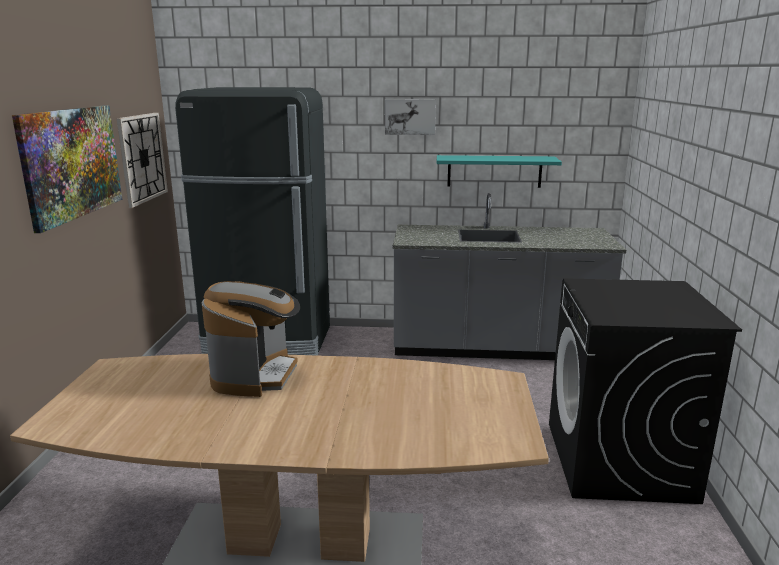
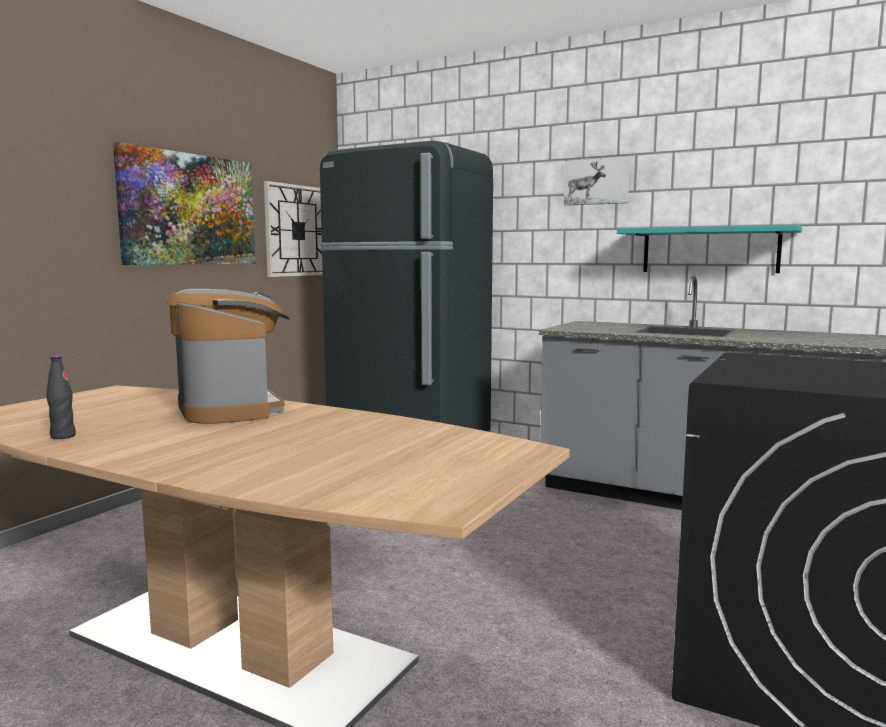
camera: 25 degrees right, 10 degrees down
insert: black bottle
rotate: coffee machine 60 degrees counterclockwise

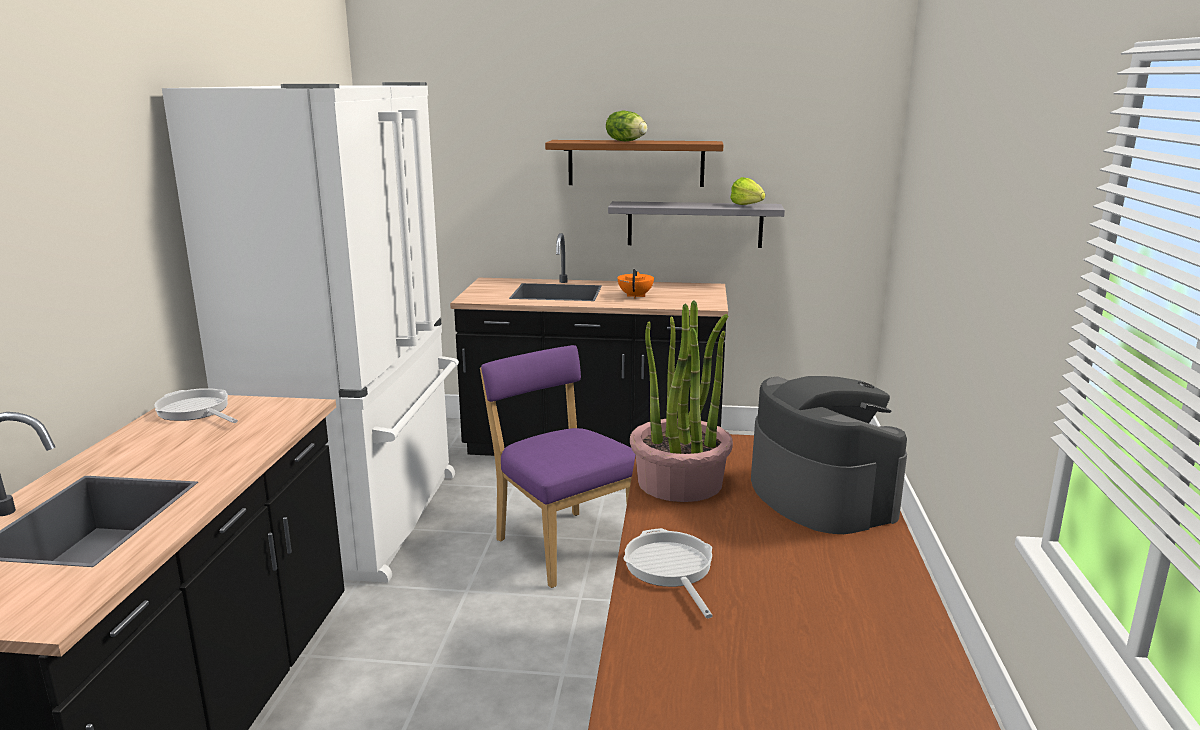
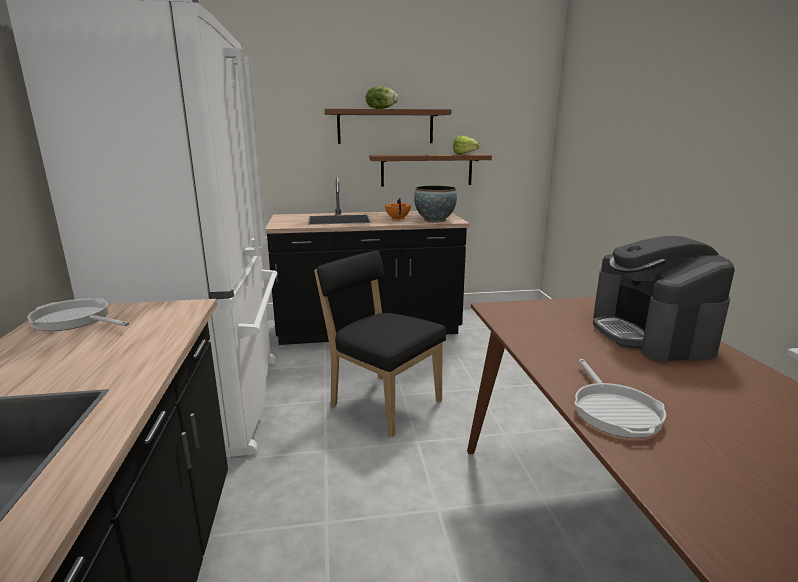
camera: 15 degrees left, 0 degrees up
delete: potted plant
insert: bowl
recolor: purple chair to black chair; grey shelf to brown shelf (2nd from left)
rotate: frying pan (2nd from left) 150 degrees counterclockwise; coffee machine 150 degrees counterclockwise

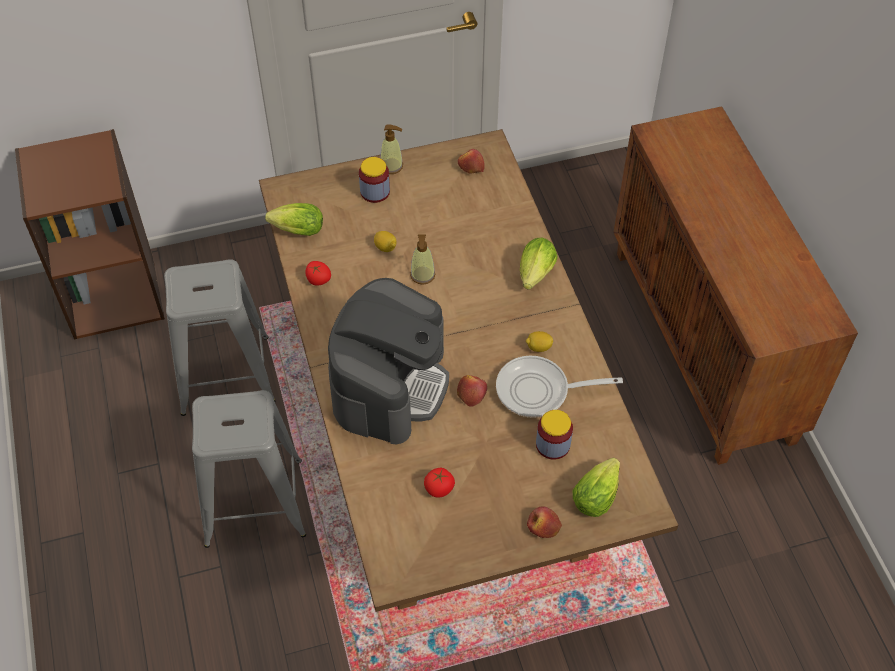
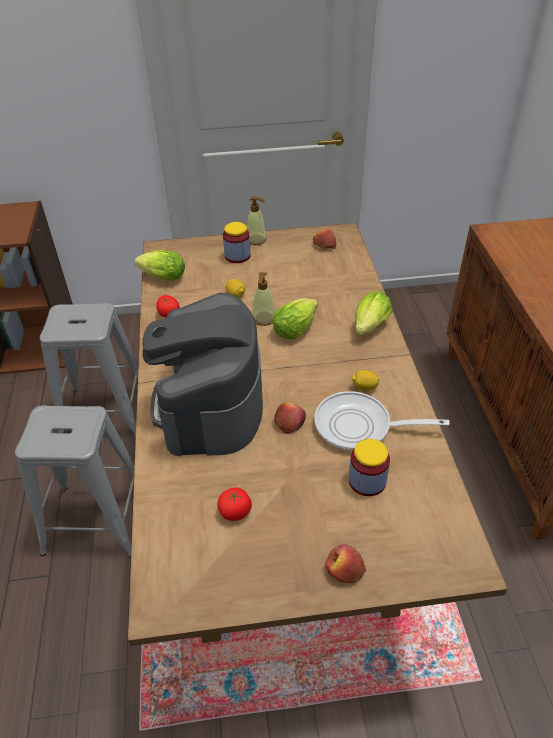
camera: 10 degrees right, 10 degrees down
move: lettuce (3rd from left in the first image) to lettuce (2nd from left)
rotate: coffee machine 150 degrees clockwise

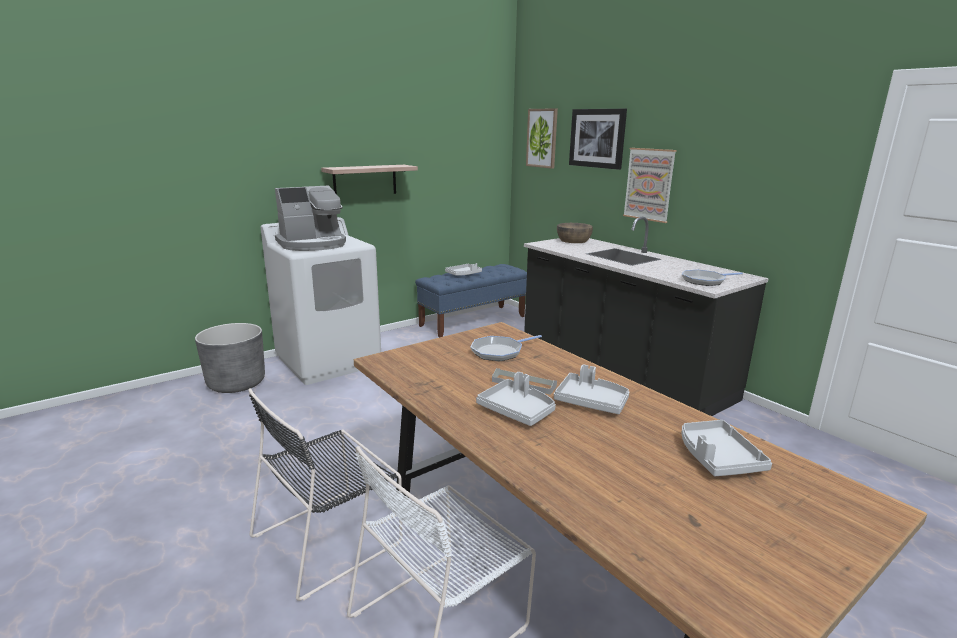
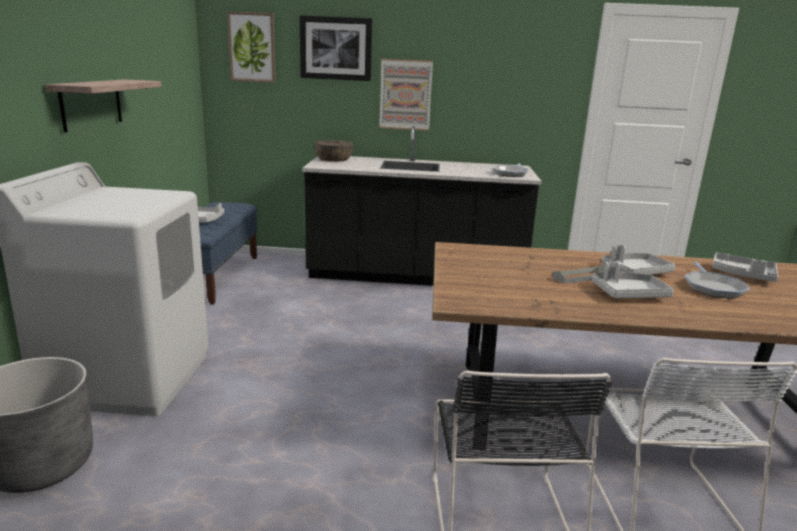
camera: 50 degrees left, 0 degrees up
delete: coffee machine
move: frying pan (1st from left in the first image) to frying pan (2nd from left)

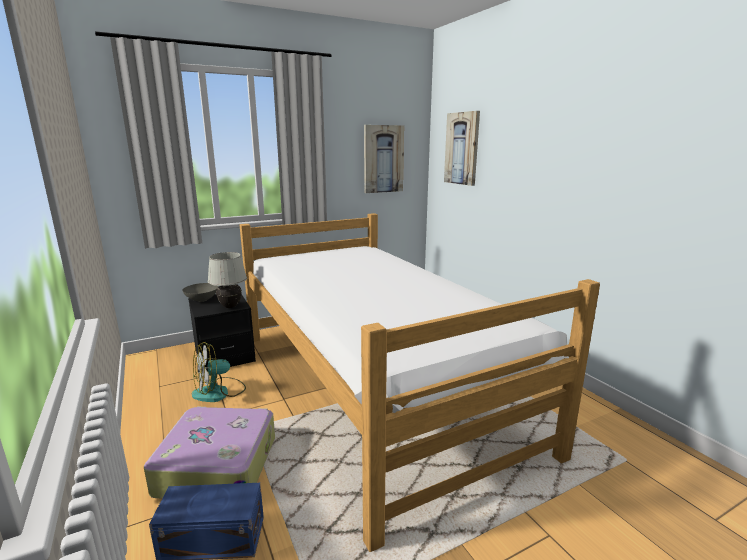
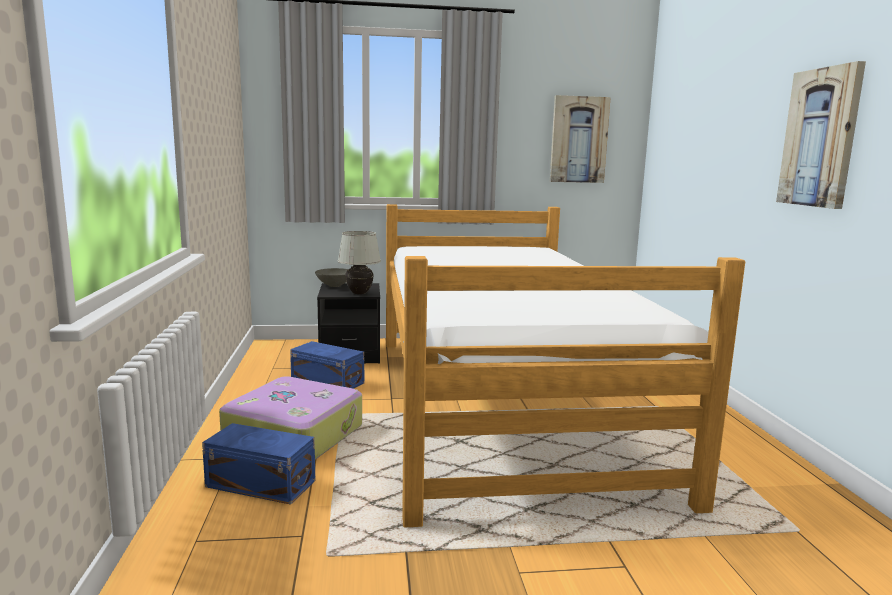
camera: 20 degrees right, 5 degrees down
move: picture (2nd from left)
replace: fan to blue storage box (2nd from left)

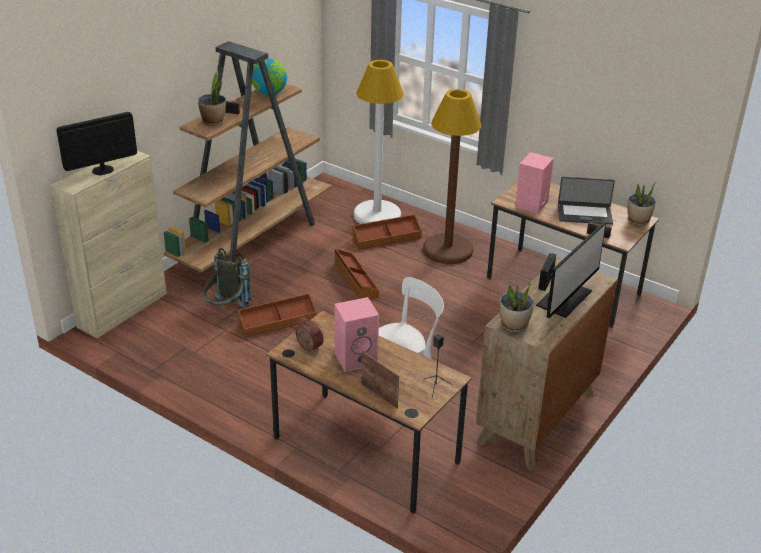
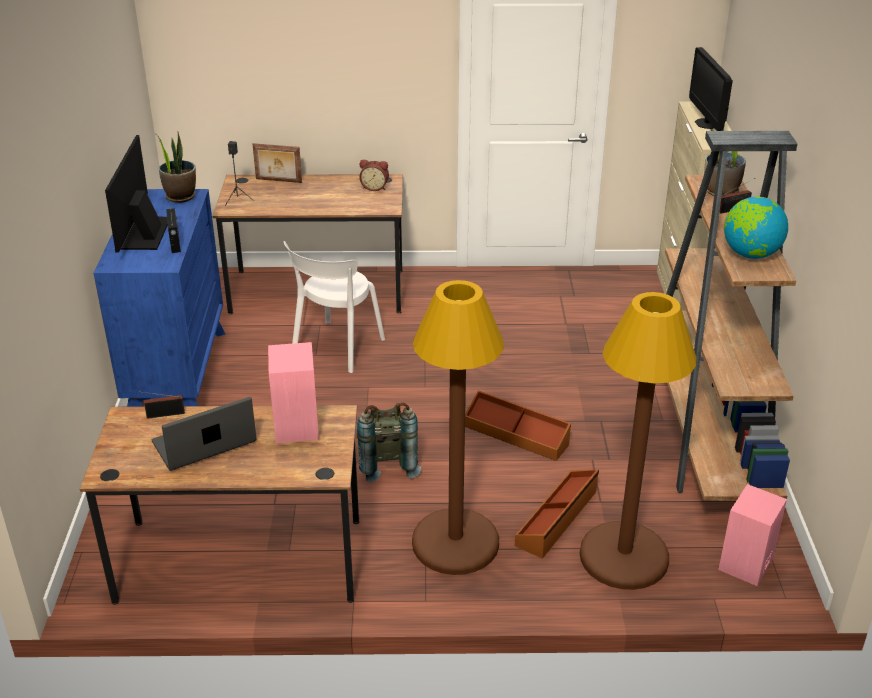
camera: 145 degrees right, 0 degrees up
delete: brown storage box (1st from left); potted plant (3rd from left)
move: grey backpack; pink speaker (1st from left in the first image) to pink speaker (2nd from left)
recolor: white floor lamp to brown floor lamp (2nd from left); brown dresser to blue dresser
rotate: monitor (1st from left in the first image) 150 degrees clockwise

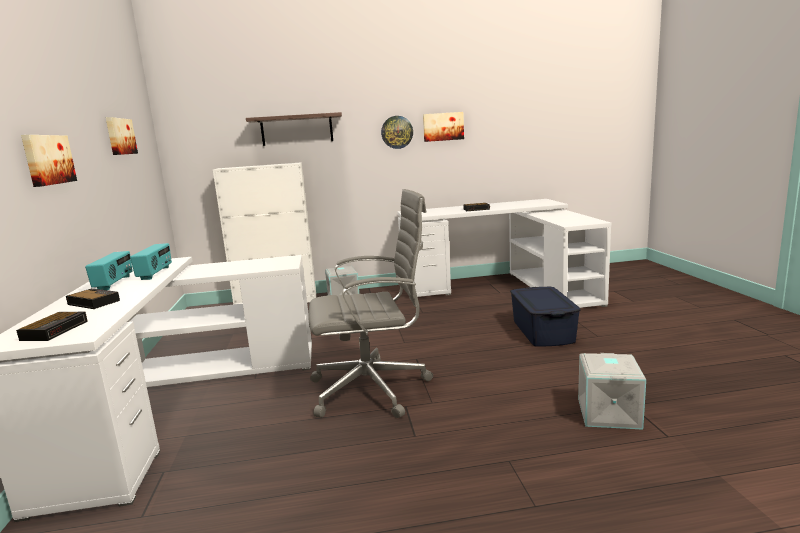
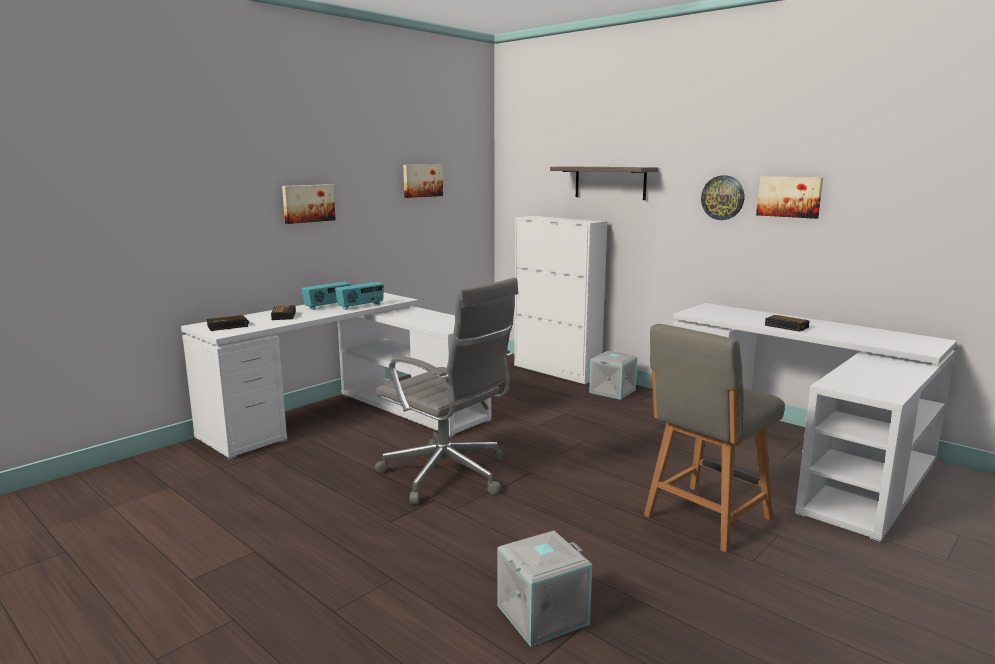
camera: 50 degrees right, 0 degrees up
replace: blue storage box to grey chair

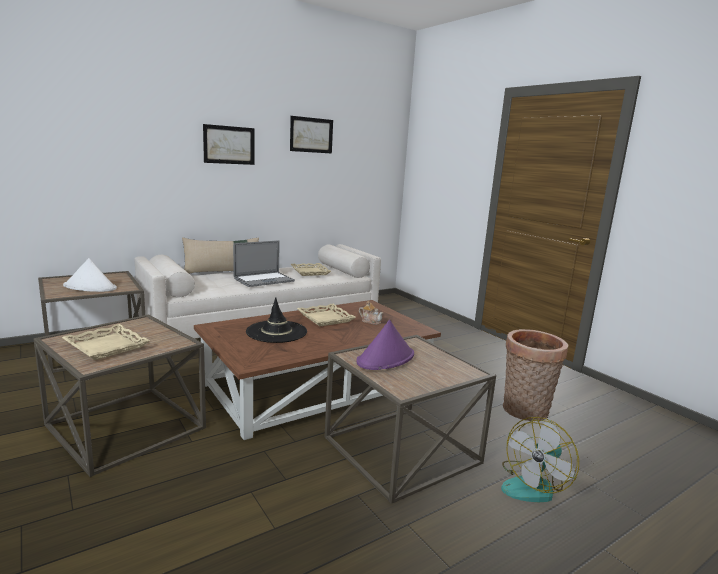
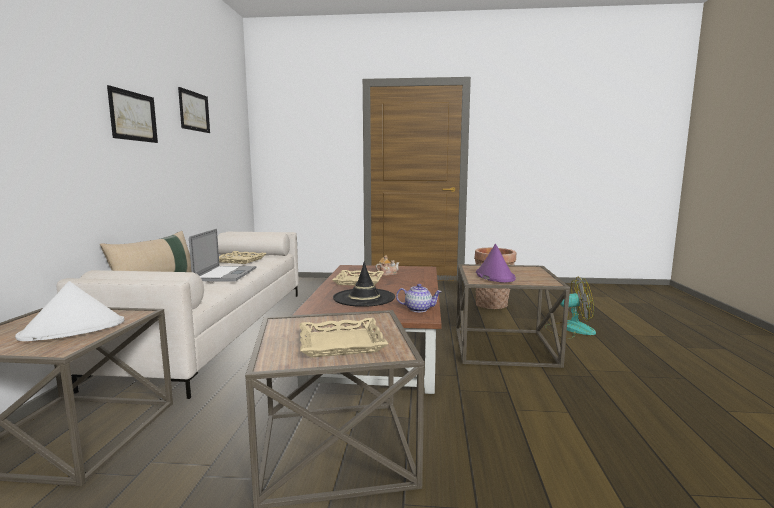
camera: 50 degrees left, 5 degrees down
insert: teapot (2nd from left)
rotate: fan 75 degrees counterclockwise

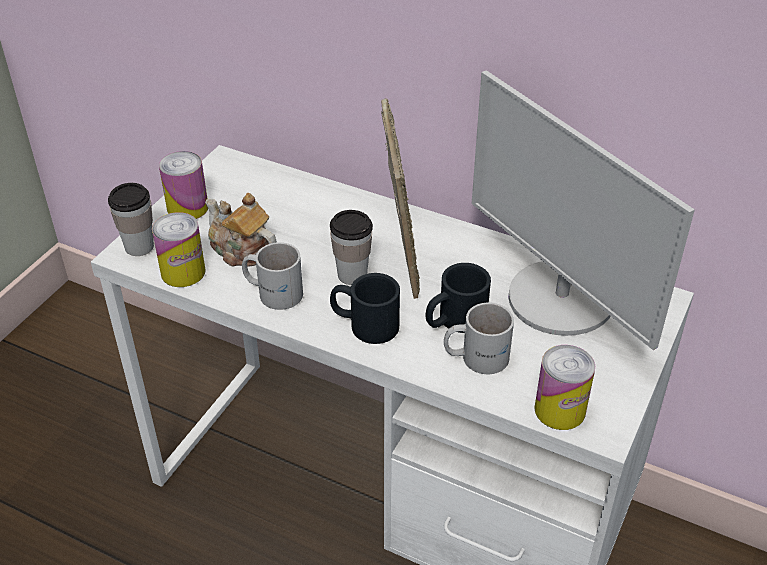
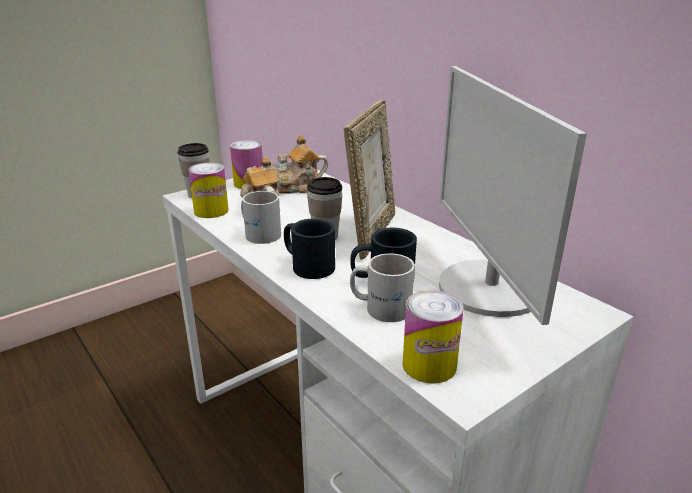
camera: 25 degrees right, 15 degrees down
insert: teapot (2nd from left)

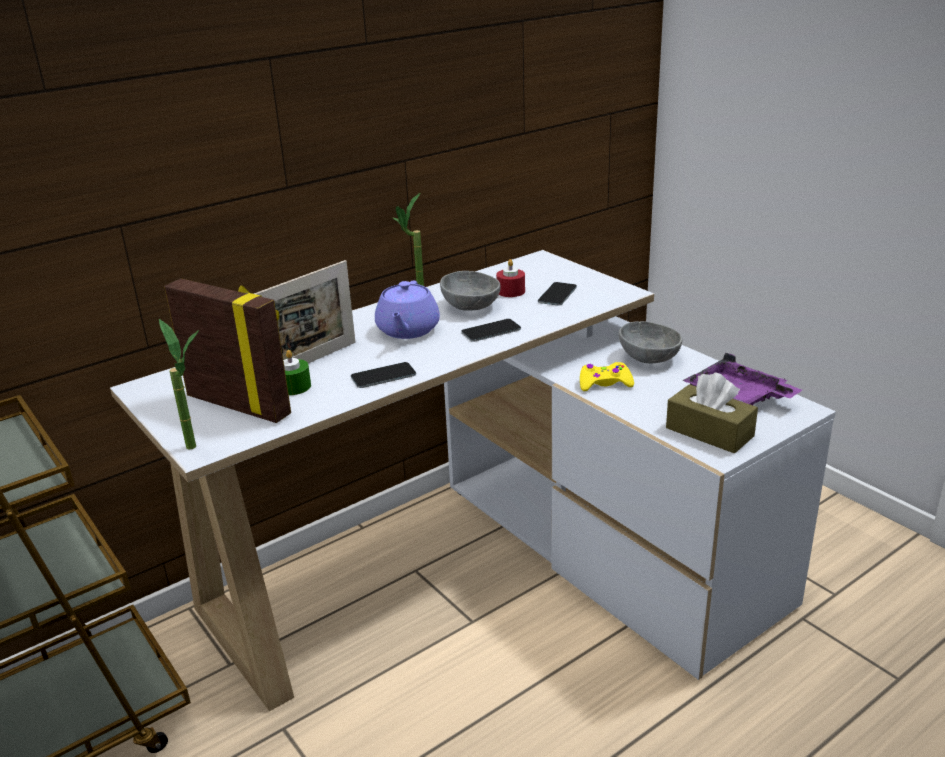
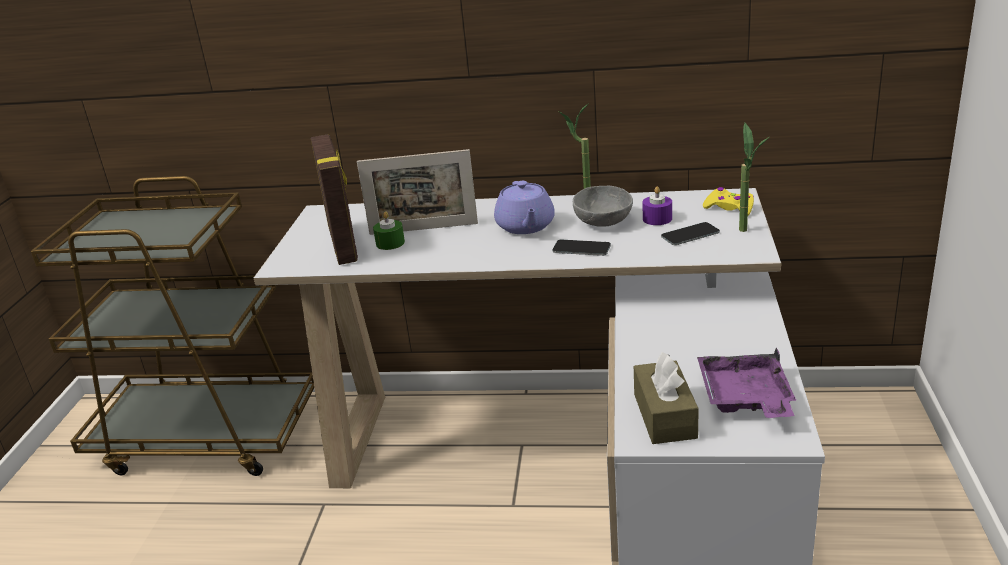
camera: 45 degrees right, 0 degrees up
delete: phone (1st from left); grey bowl (2nd from left)
move: potted plant (1st from left in the first image) to potted plant (2nd from left); yellow game controller
recolor: red candle to purple candle
rotate: purple teapot 60 degrees counterclockwise

